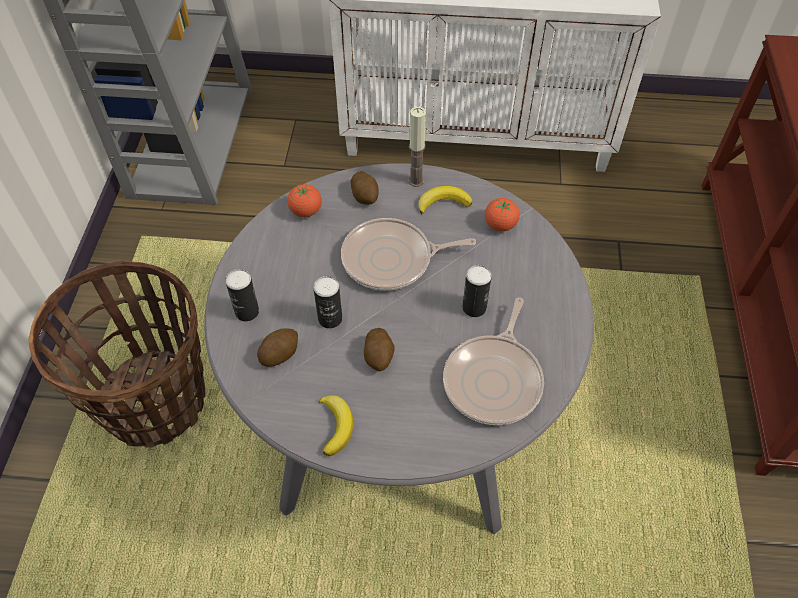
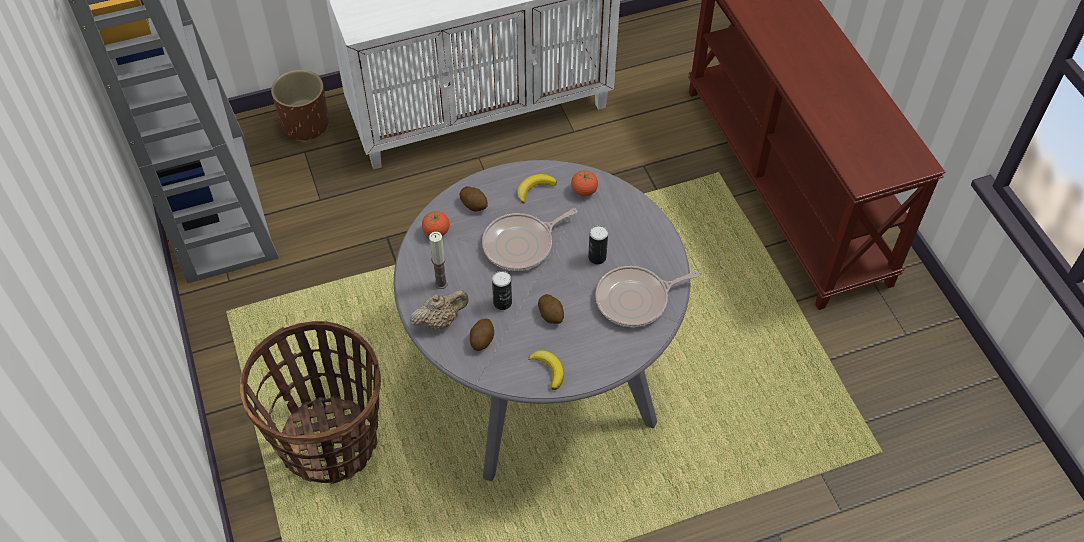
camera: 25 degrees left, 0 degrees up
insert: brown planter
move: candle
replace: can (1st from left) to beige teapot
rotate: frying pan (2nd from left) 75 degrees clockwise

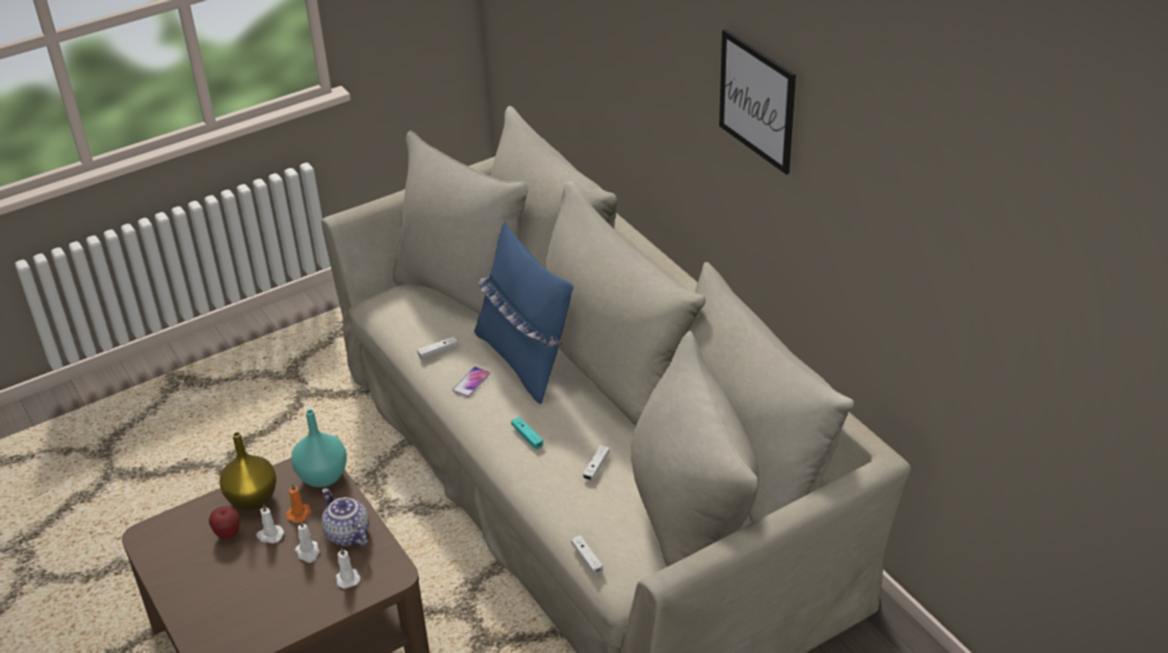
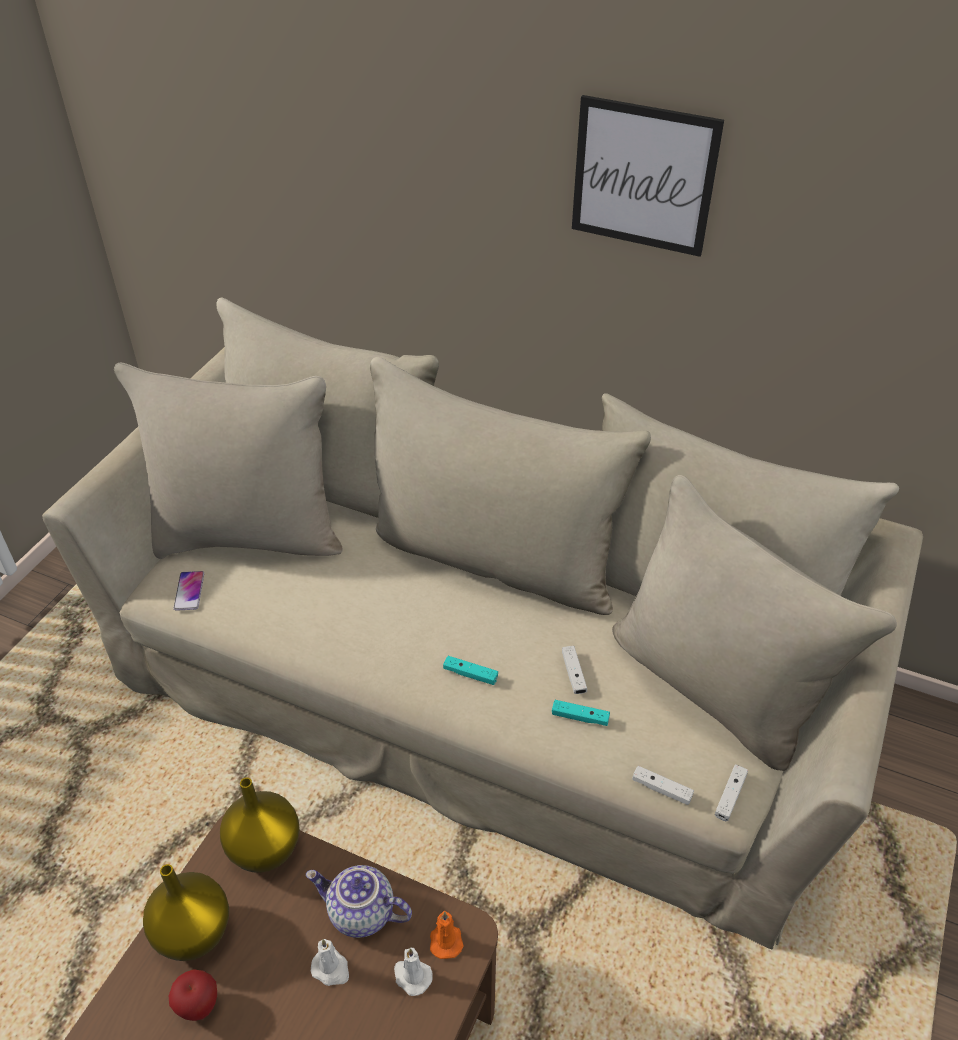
camera: 35 degrees left, 5 degrees up
delete: white candle (1st from left); blue pillow
insert: turquoise game controller (2nd from left)
move: orange candle; white game controller (1st from left in the first image) to white game controller (3rd from left); phone
recolor: turquoise vase to yellow vase (2nd from left)

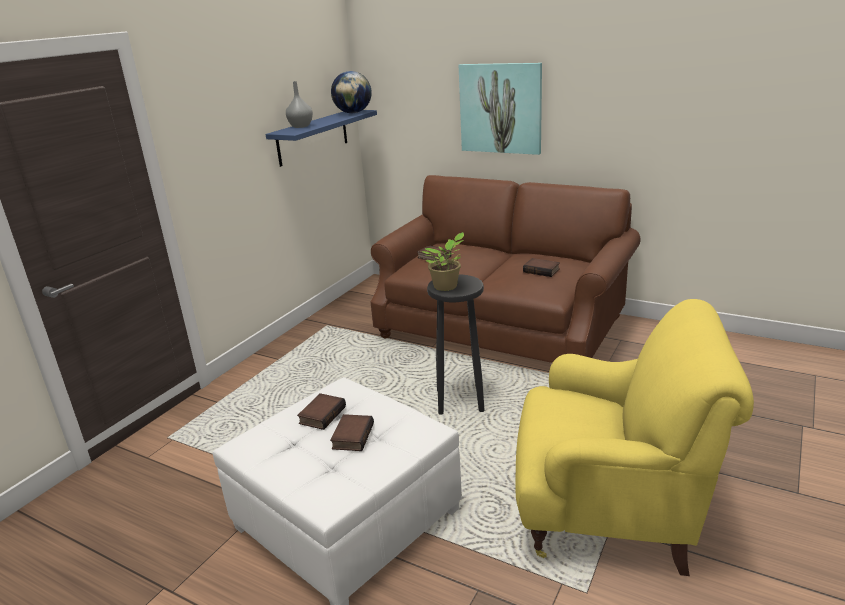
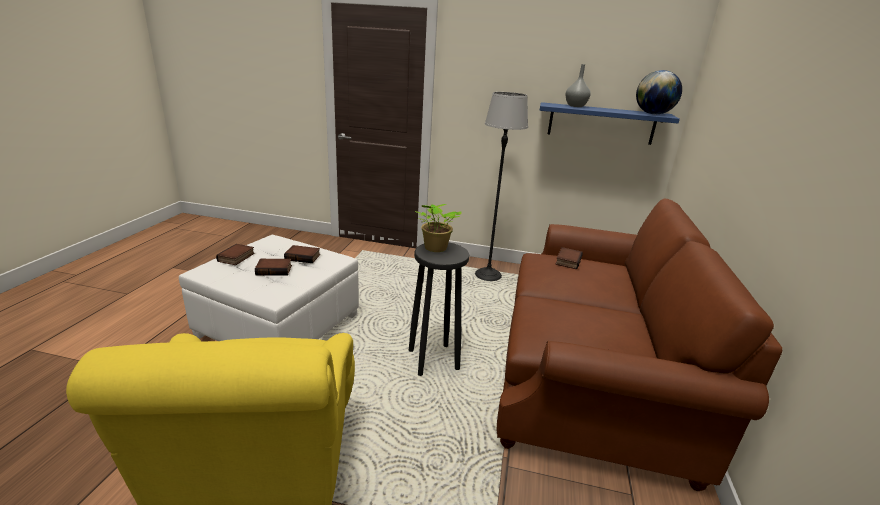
camera: 70 degrees right, 0 degrees up
delete: picture
insert: floor lamp
move: book (4th from left in the first image) to book (1st from left)

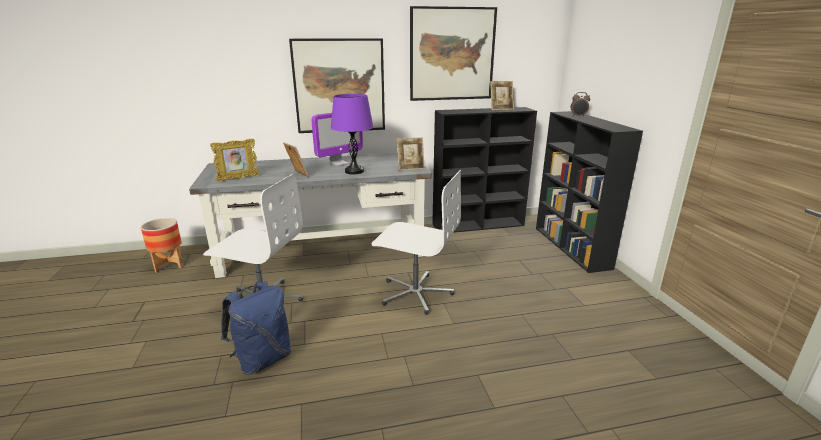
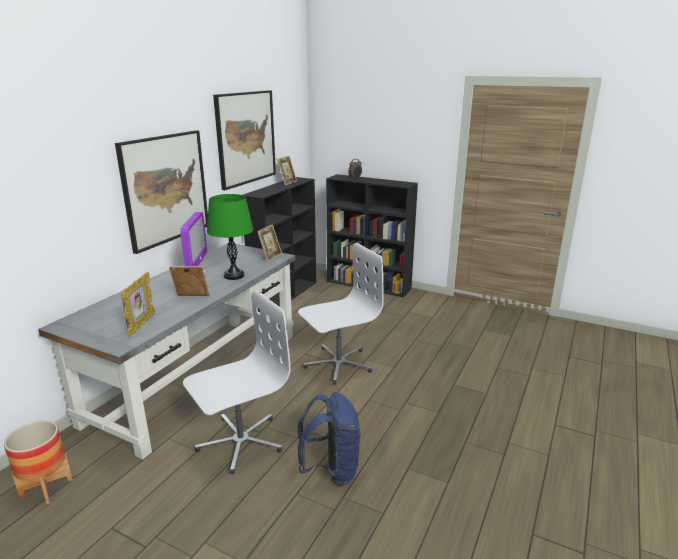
camera: 50 degrees left, 0 degrees up
recolor: purple table lamp to green table lamp

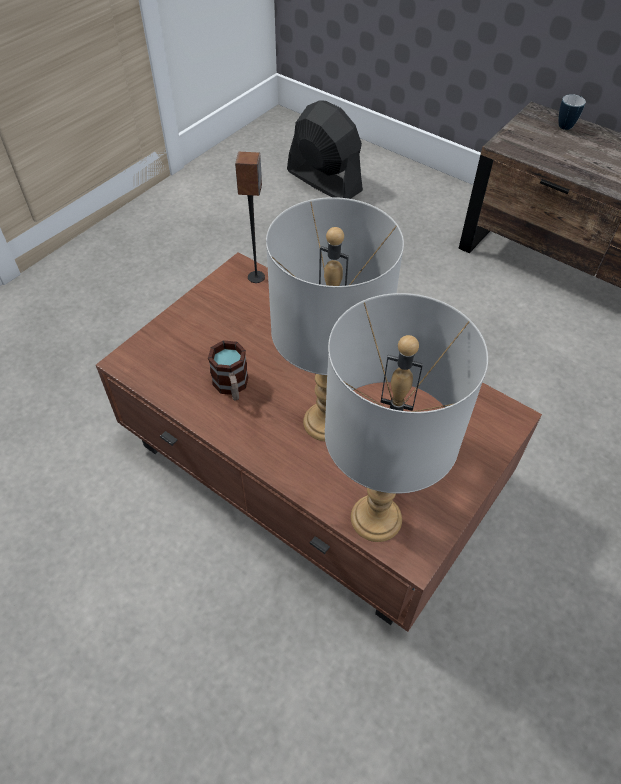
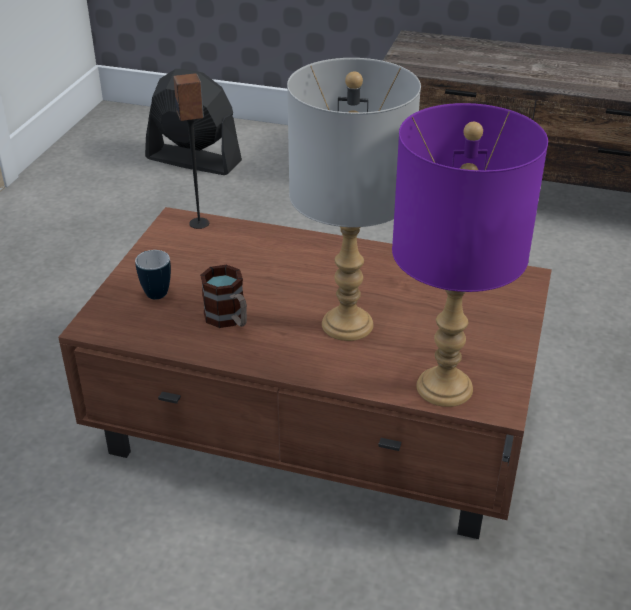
camera: 20 degrees left, 15 degrees down
move: mug (2nd from left in the first image) to mug (1st from left)
recolor: grey table lamp (2nd from left) to purple table lamp

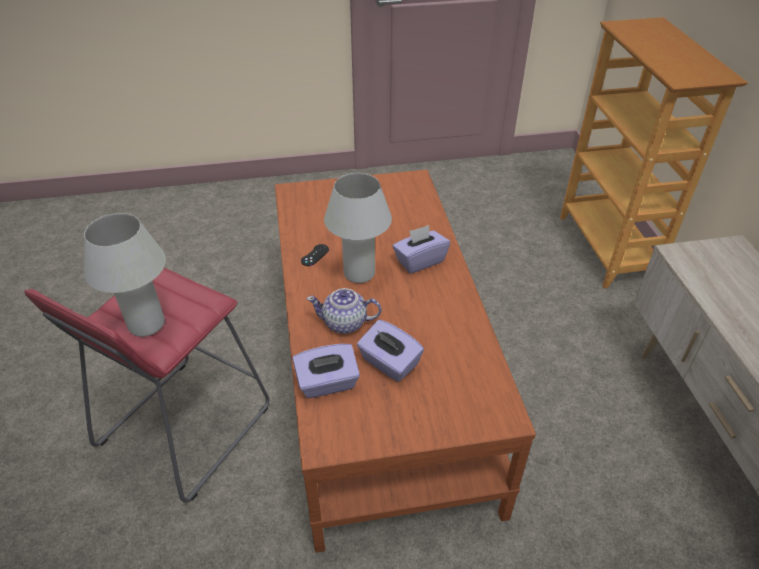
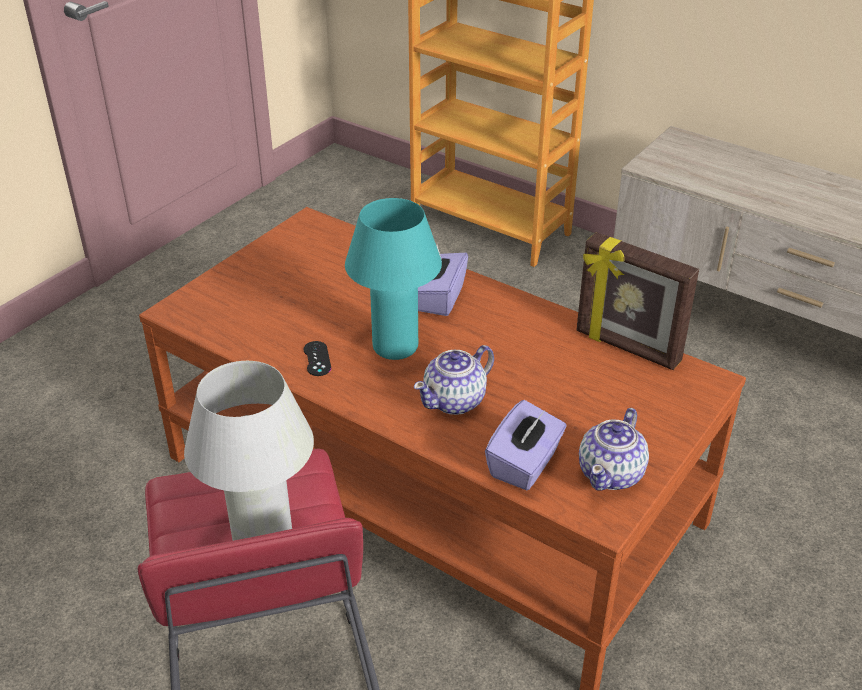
camera: 45 degrees left, 5 degrees down
delete: purple tissue box (2nd from left)
insert: picture frame; teapot (2nd from left)
recolor: white table lamp (2nd from left) to turquoise table lamp

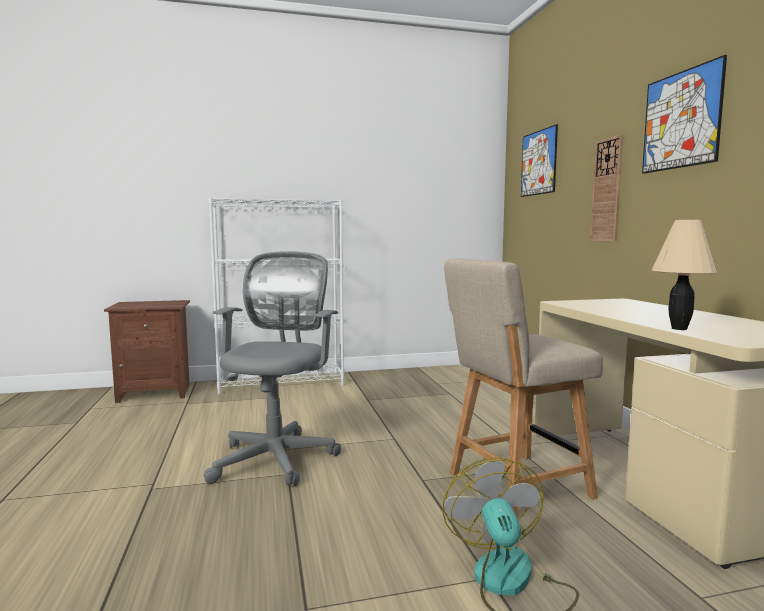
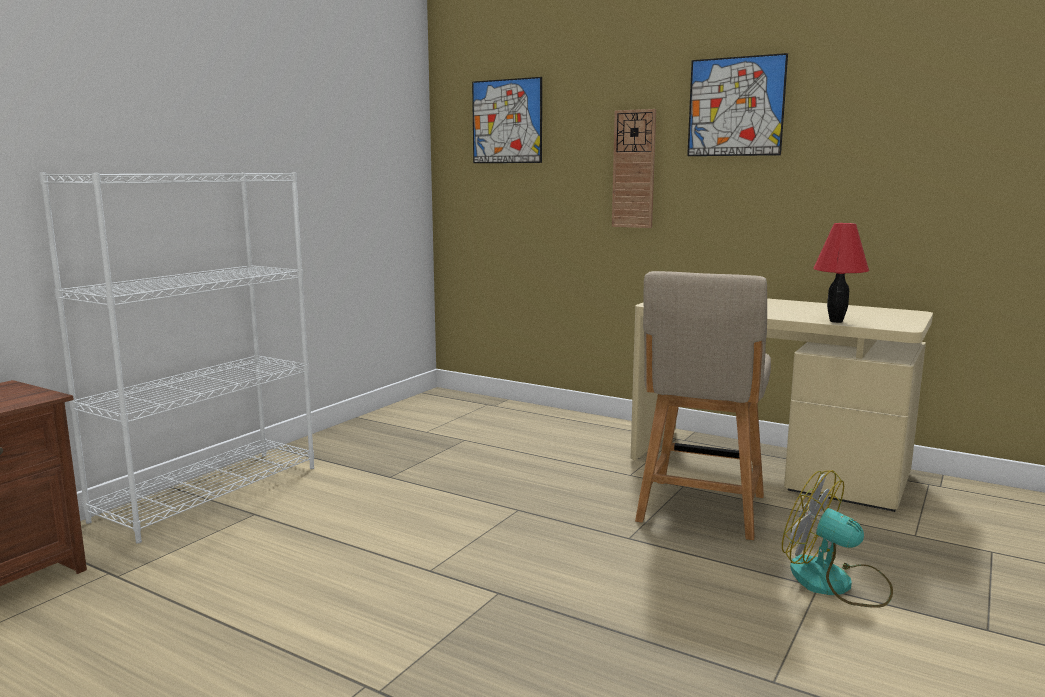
camera: 45 degrees left, 5 degrees up
delete: grey office chair
recolor: beige table lamp to red table lamp

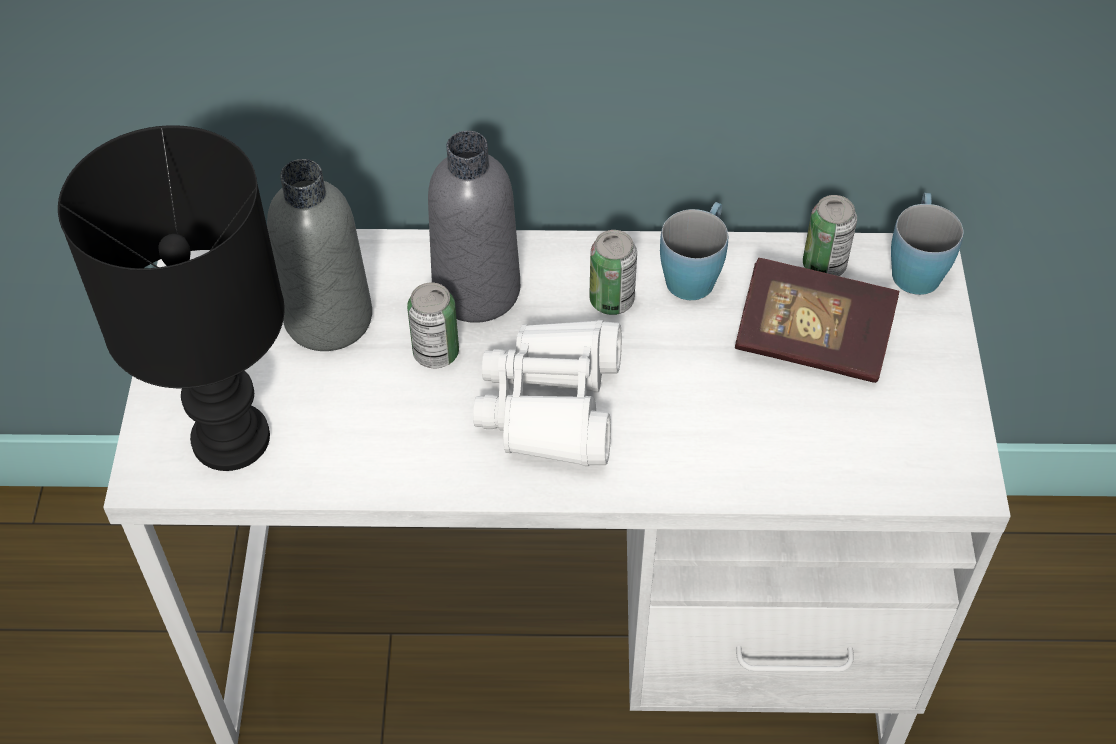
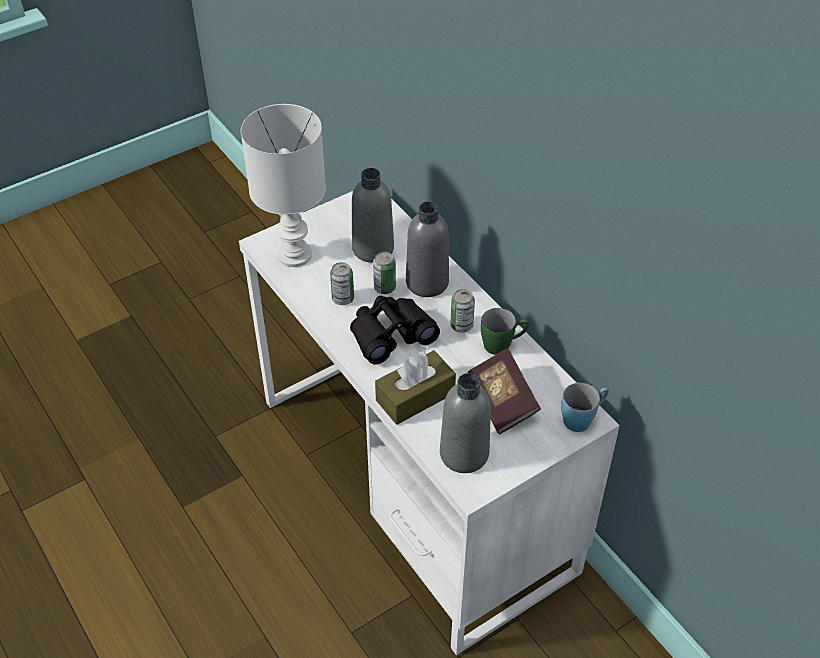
camera: 55 degrees right, 5 degrees down
insert: brown tissue box; grey bottle (3rd from left)
move: can (3rd from left in the first image) to can (1st from left)
recolor: black table lamp to white table lamp; white binoculars to black binoculars; blue mug (1st from left) to green mug

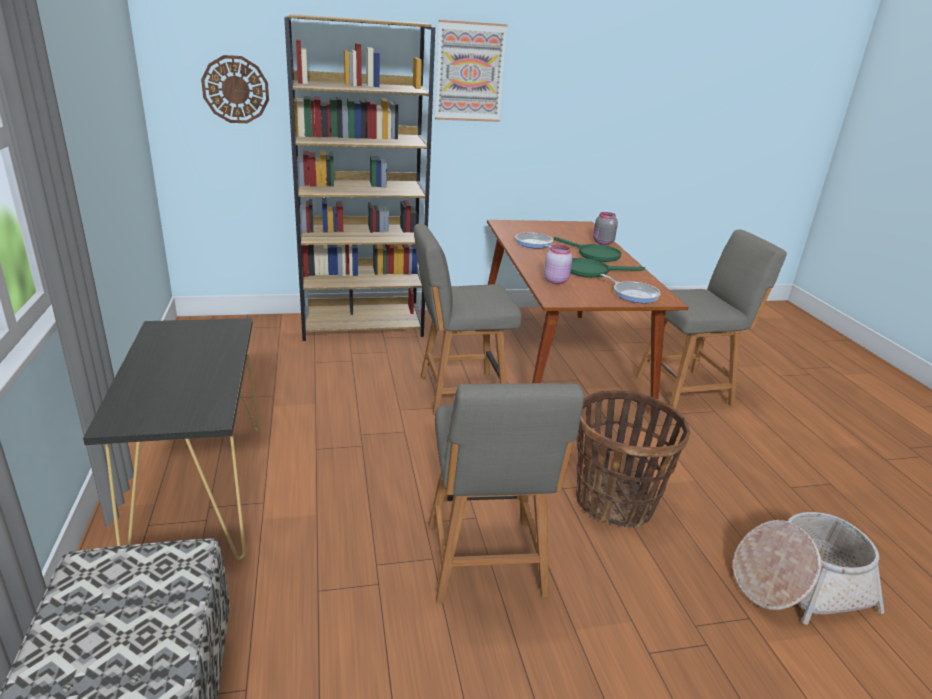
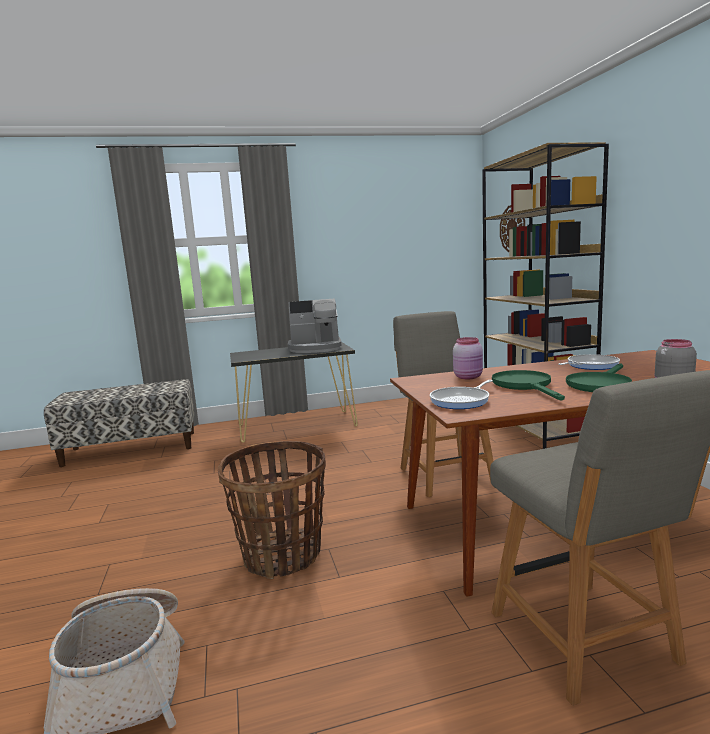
camera: 90 degrees right, 15 degrees down
delete: grey chair (2nd from left); picture
insert: coffee machine

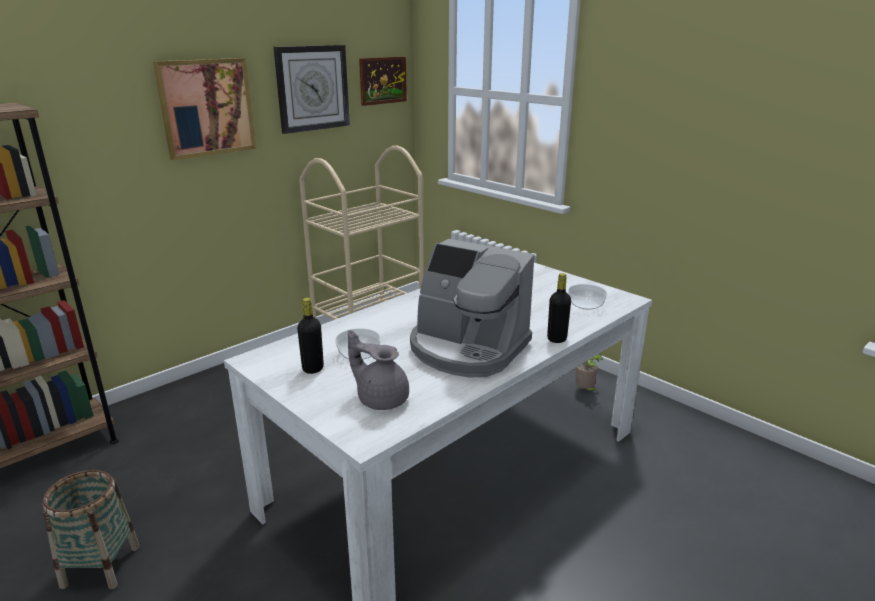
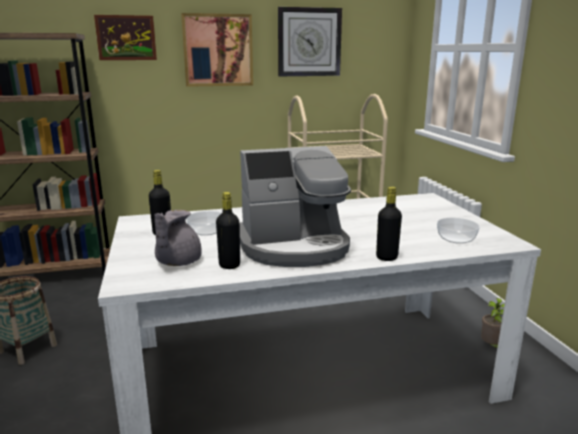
camera: 30 degrees right, 5 degrees down
insert: black bottle (2nd from left)
move: picture (2nd from left in the first image) to picture (1st from left)
rotate: grey teapot 135 degrees counterclockwise; coffee machine 75 degrees counterclockwise

